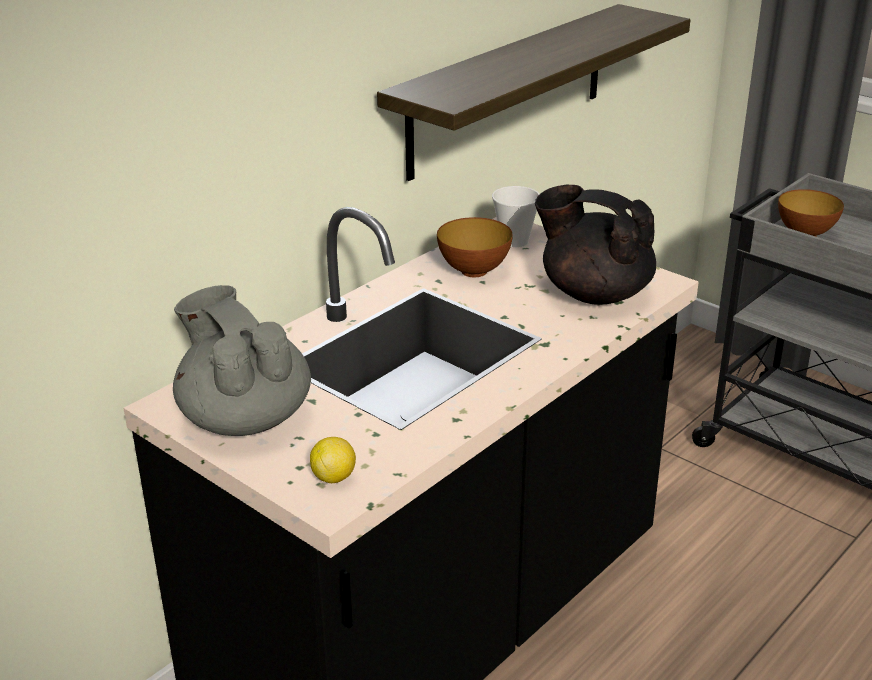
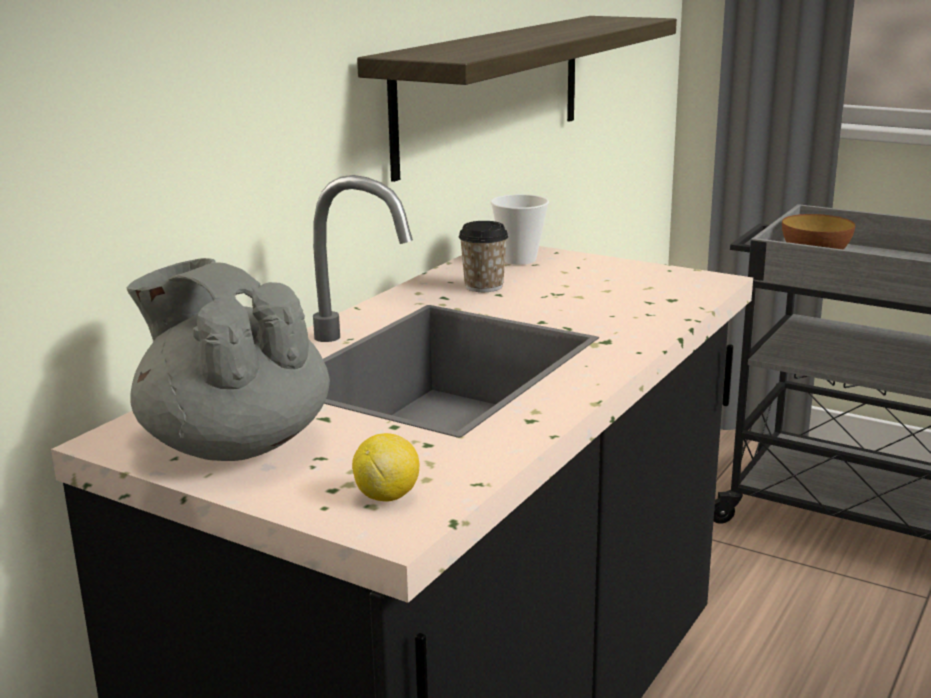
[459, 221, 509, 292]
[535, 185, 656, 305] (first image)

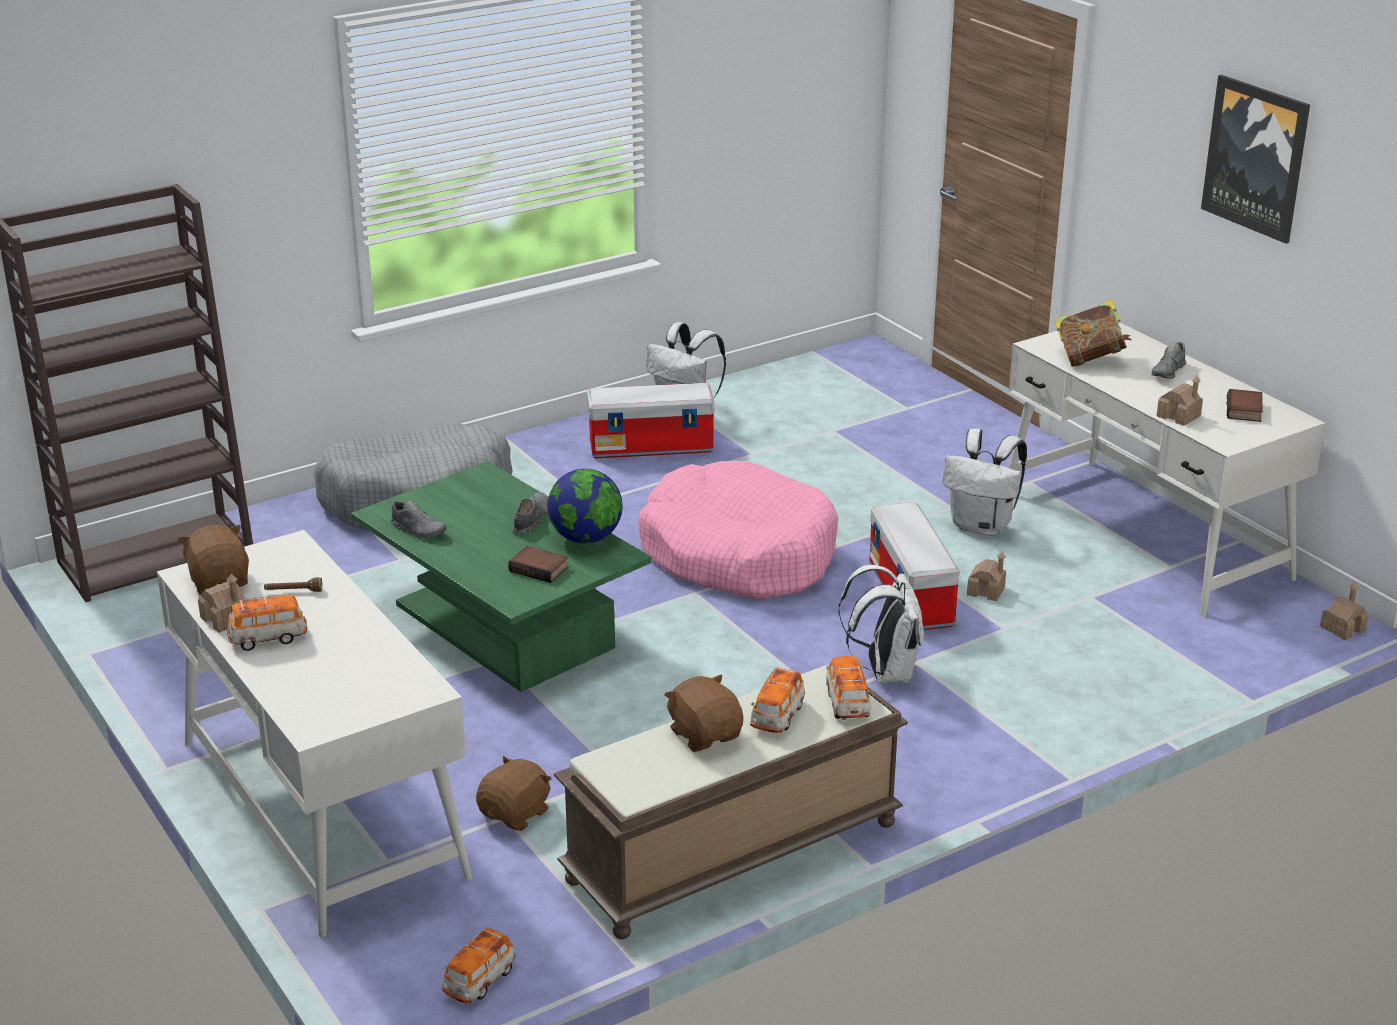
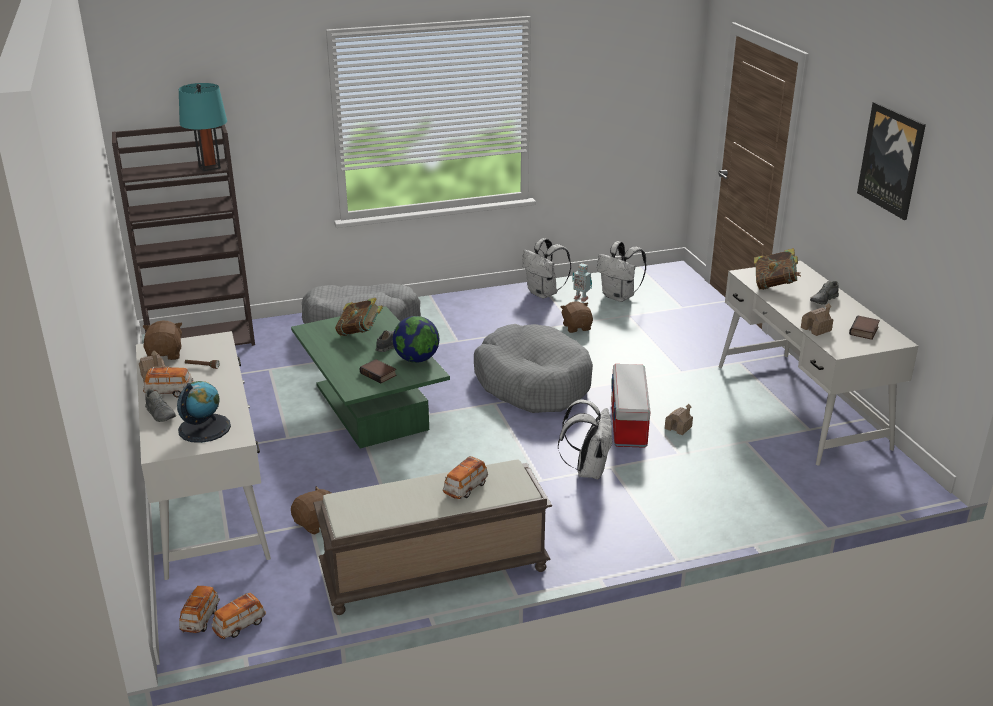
[145, 389, 176, 422]
[177, 381, 231, 443]
[179, 83, 227, 171]
[179, 586, 220, 633]
[335, 298, 383, 336]
[474, 324, 593, 413]
[561, 301, 593, 333]
[572, 263, 592, 302]
[597, 241, 646, 302]
[587, 383, 714, 458] (first image)
[1320, 583, 1369, 640] (first image)

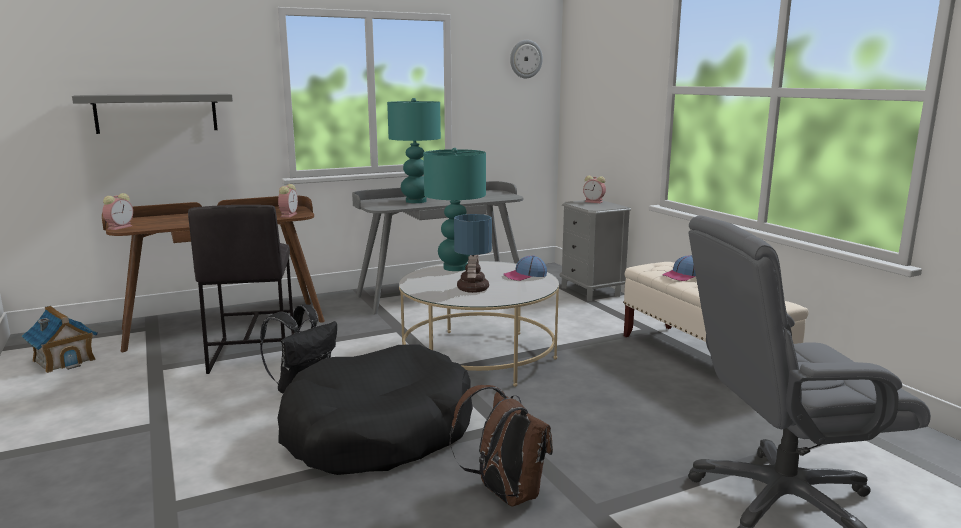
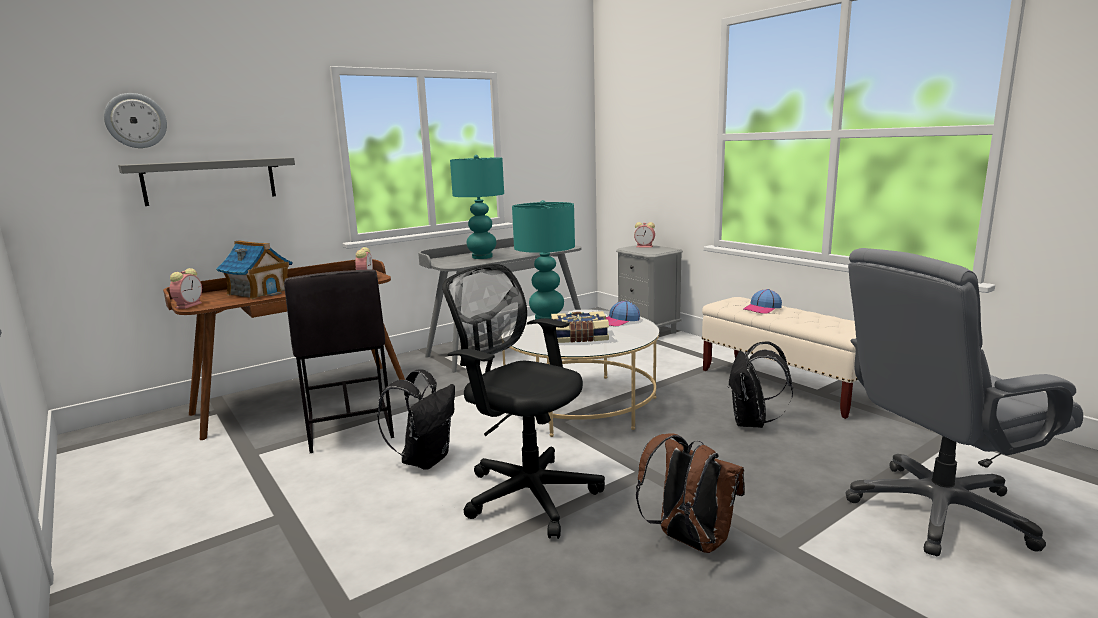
[104, 93, 167, 148]
[216, 240, 293, 299]
[442, 264, 605, 539]
[551, 311, 609, 343]
[728, 341, 793, 428]

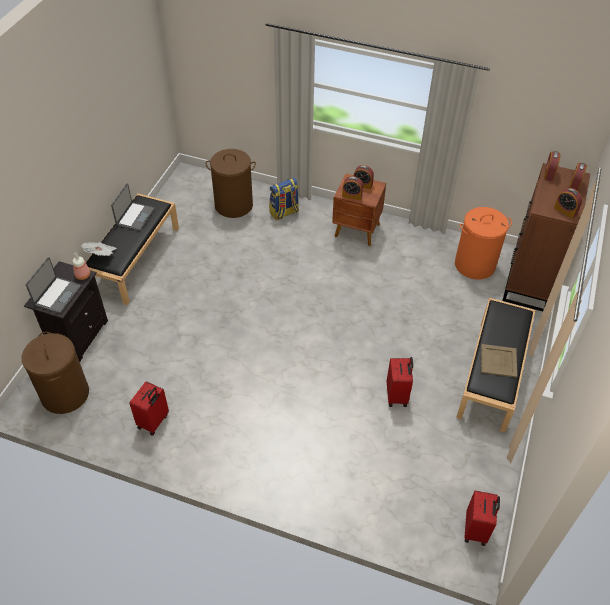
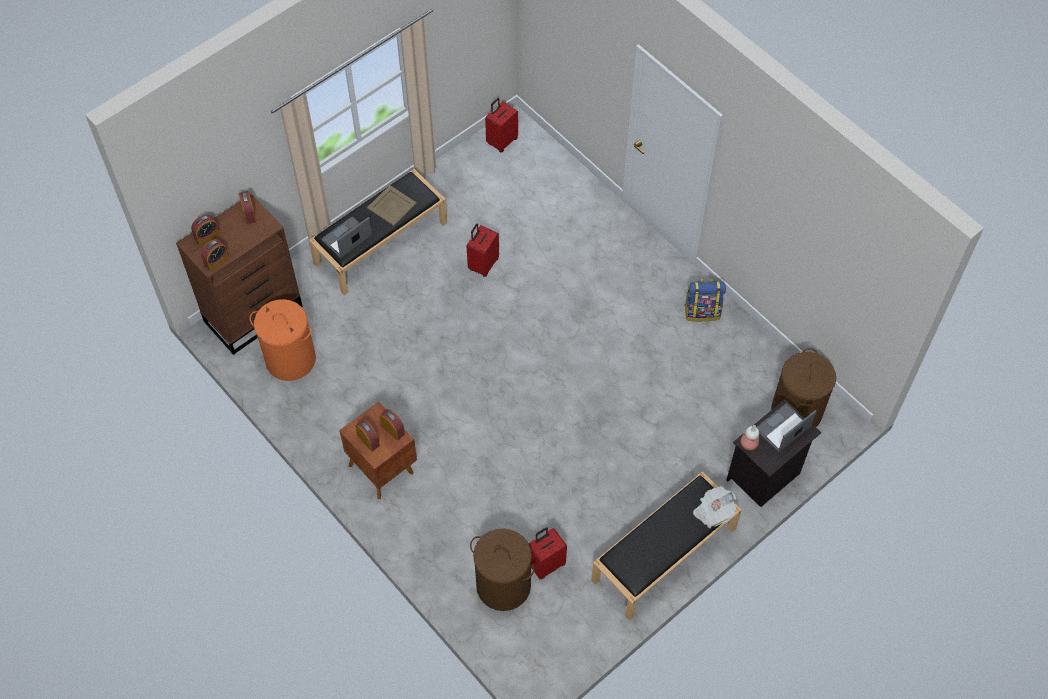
[322, 216, 372, 258]
[529, 527, 567, 579]
[685, 278, 726, 321]

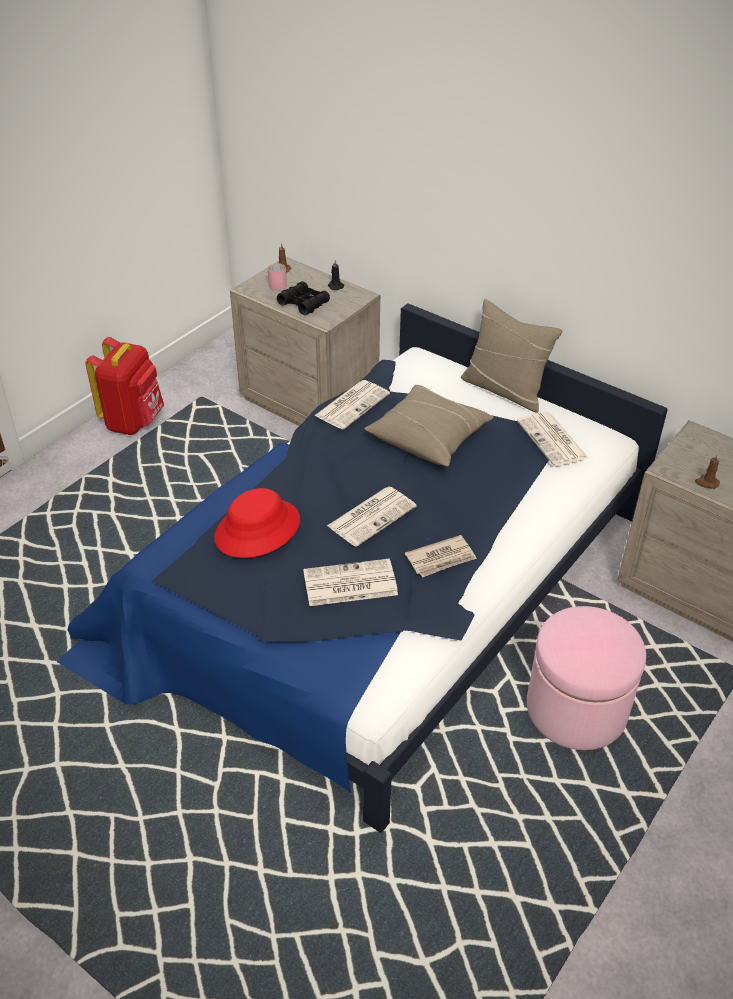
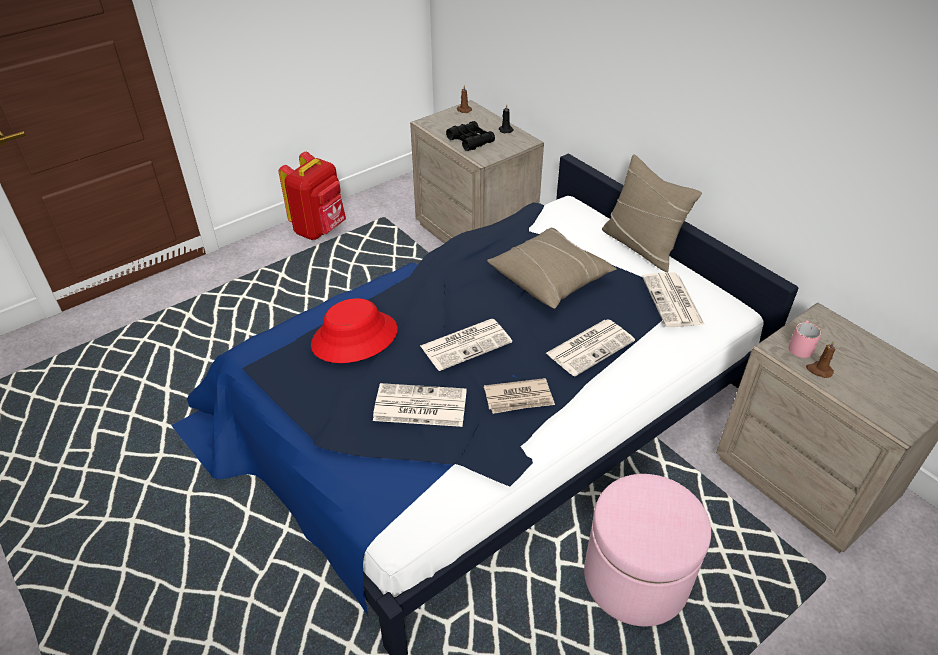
[546, 319, 635, 376]
[788, 320, 821, 358]

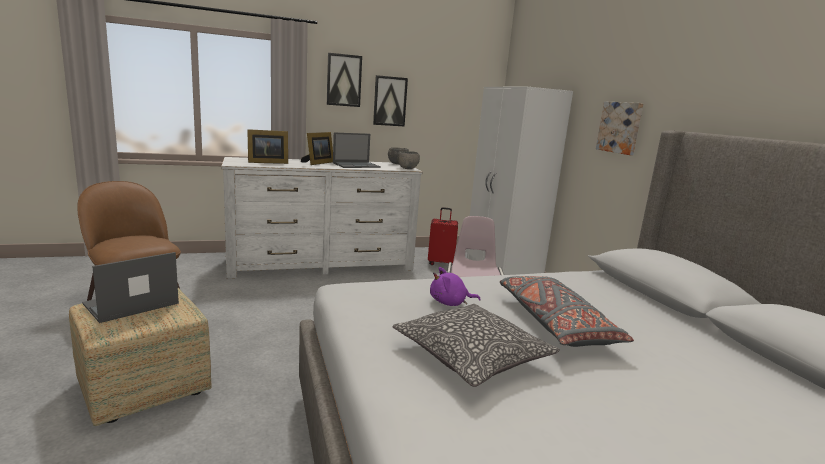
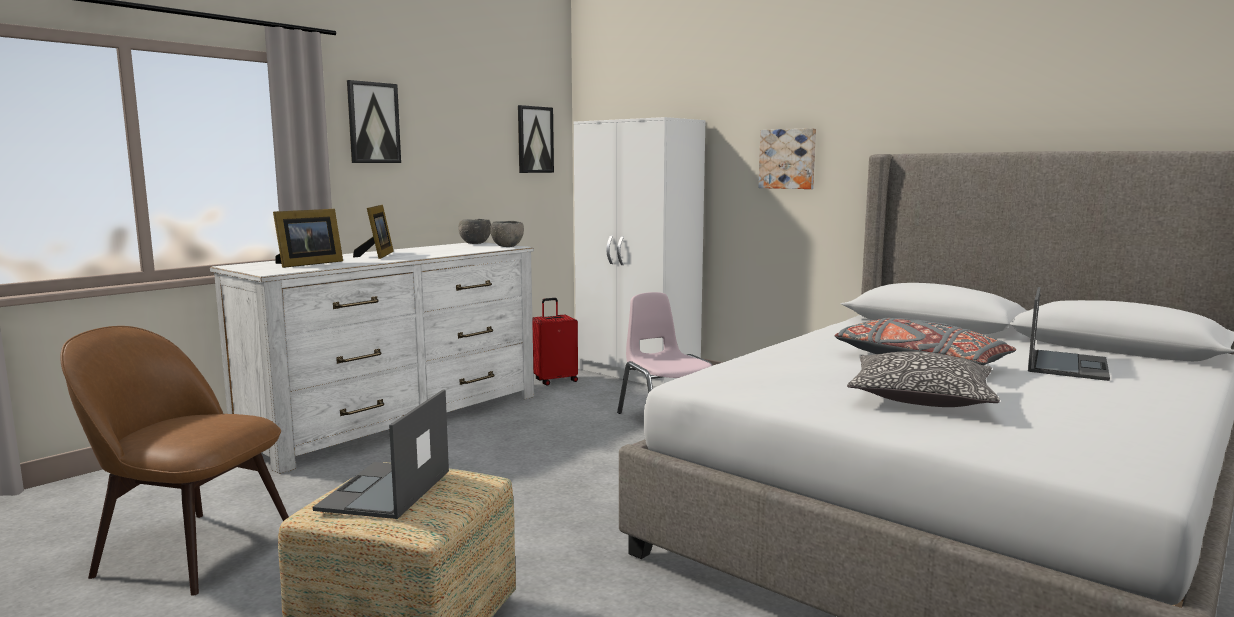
[518, 105, 554, 173]
[1028, 287, 1110, 381]
[430, 267, 481, 306] (first image)

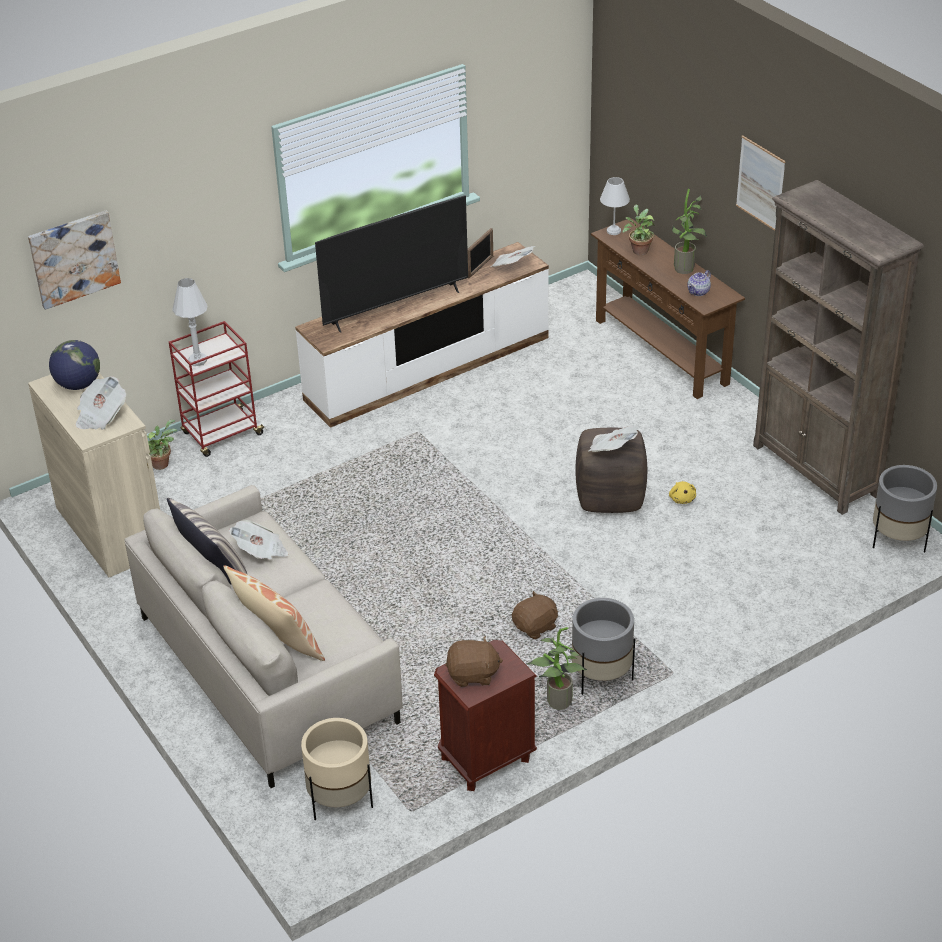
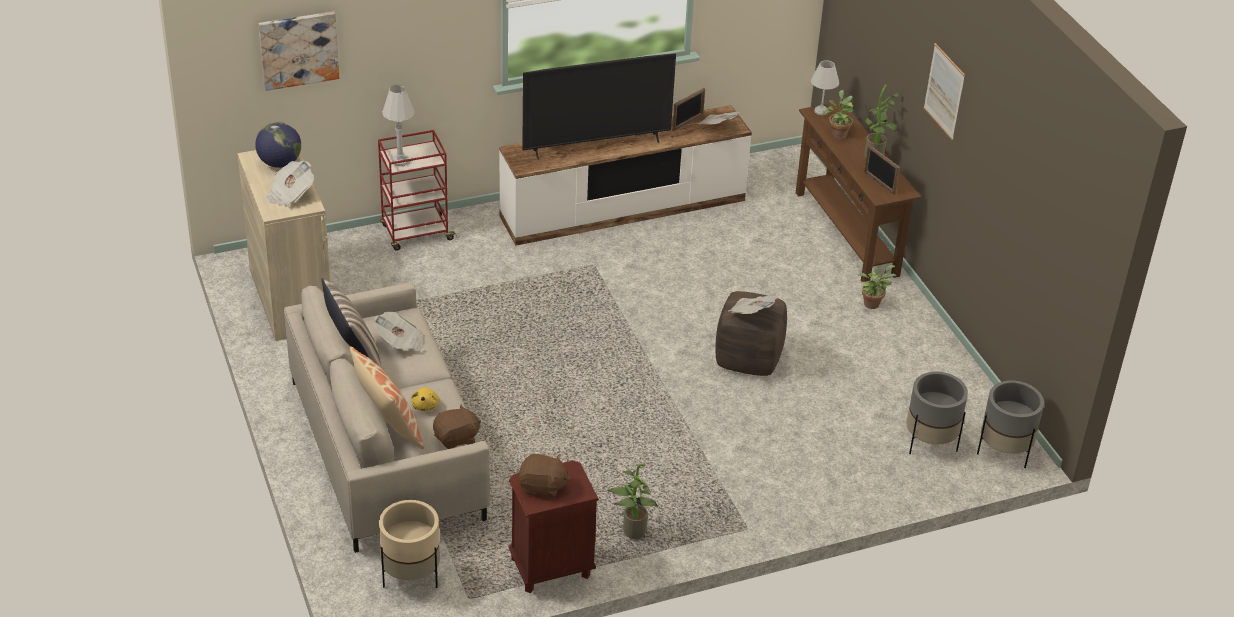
[411, 387, 440, 411]
[433, 404, 481, 449]
[858, 265, 896, 309]
[864, 144, 900, 195]
[907, 372, 968, 454]
[753, 180, 924, 515] (first image)

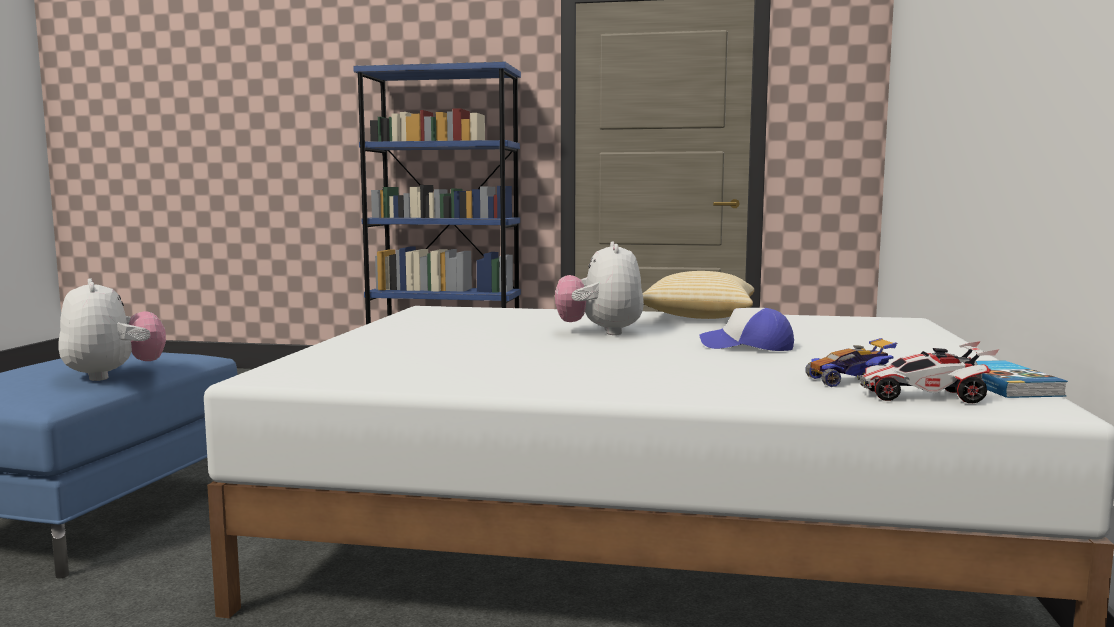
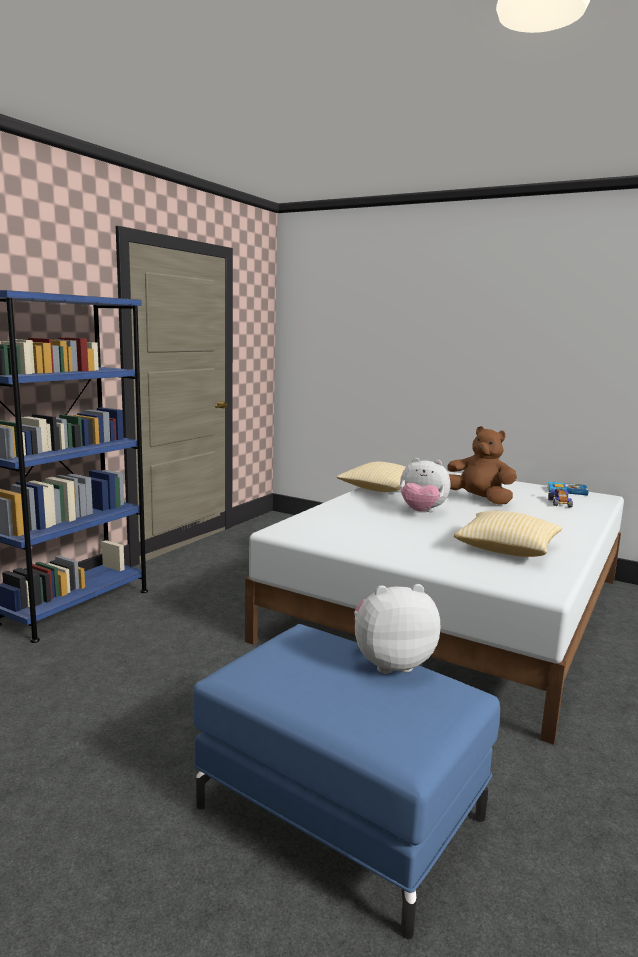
[447, 426, 517, 505]
[454, 511, 562, 557]
[857, 341, 999, 403] (first image)

